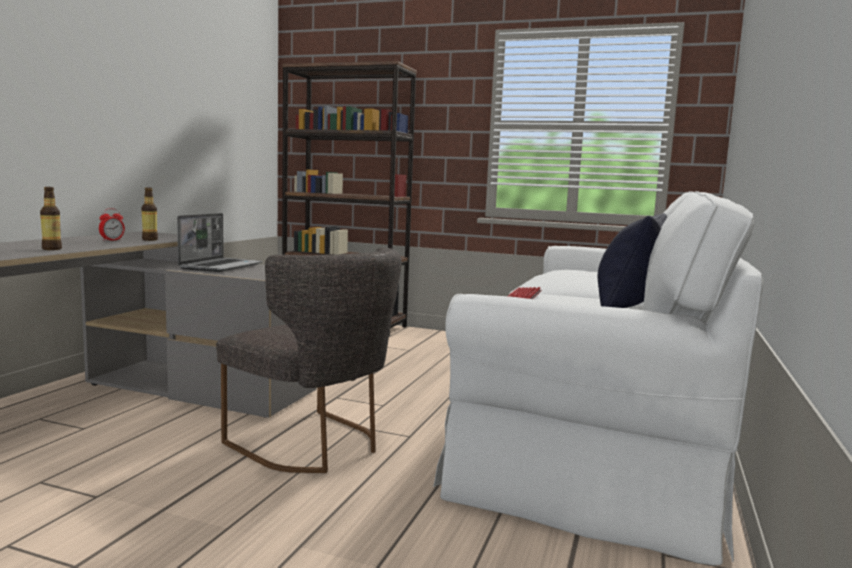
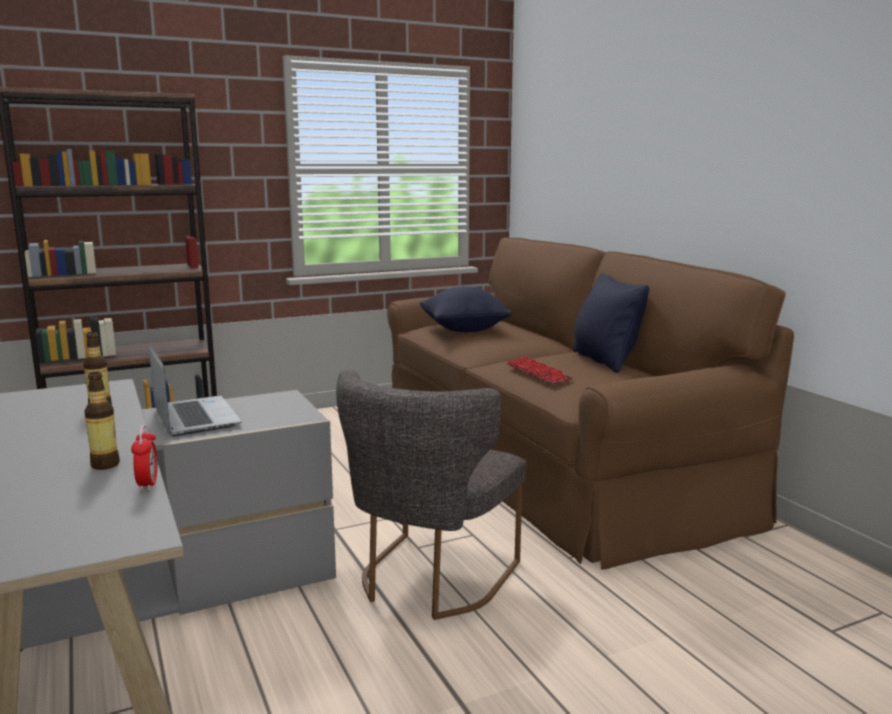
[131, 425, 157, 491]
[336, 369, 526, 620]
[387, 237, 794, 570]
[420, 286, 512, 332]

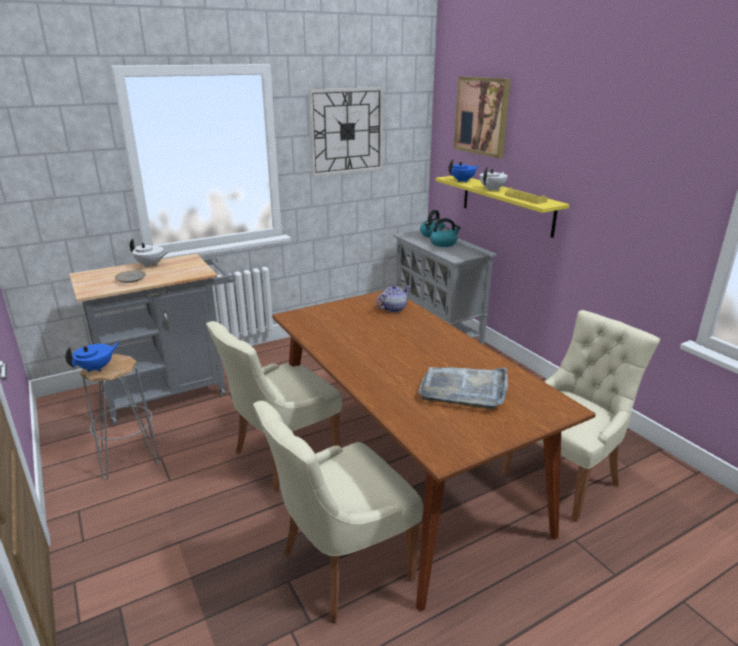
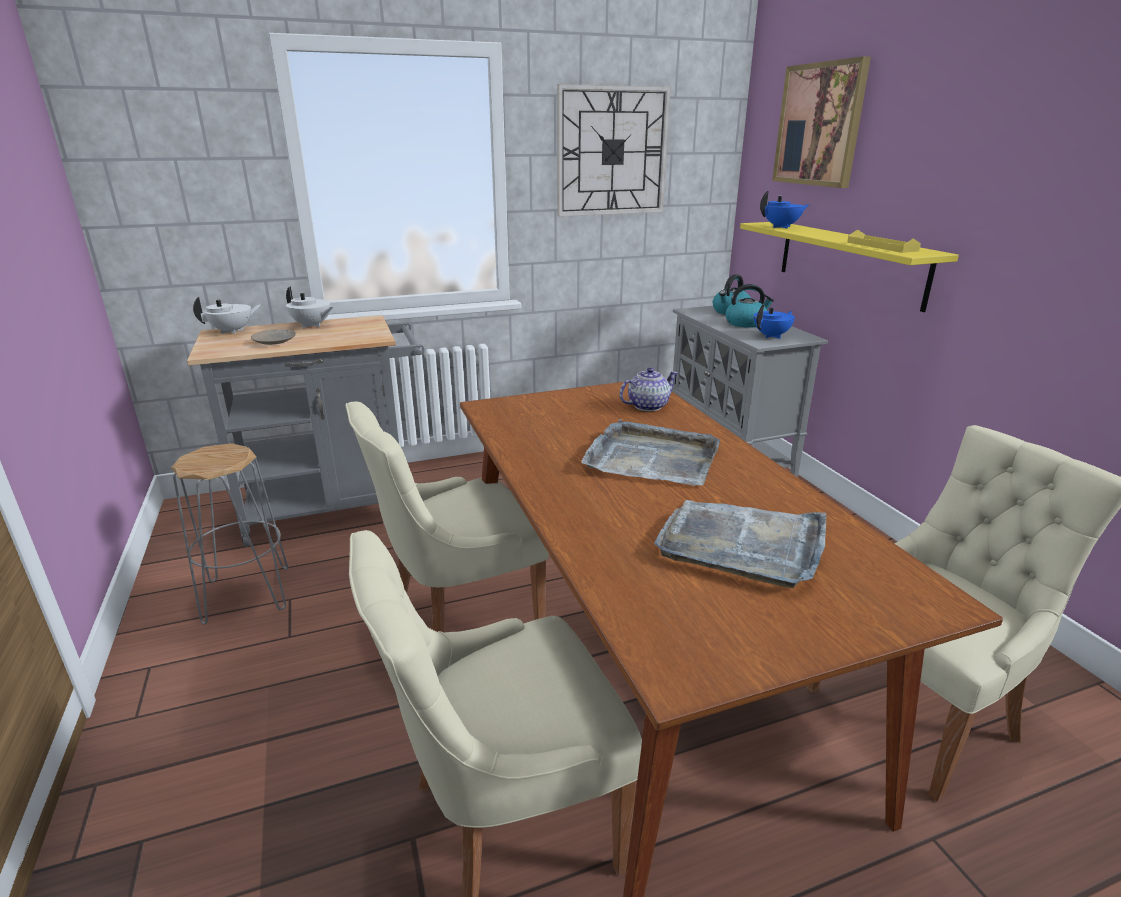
[193, 297, 262, 334]
[581, 419, 720, 486]
[754, 305, 795, 339]

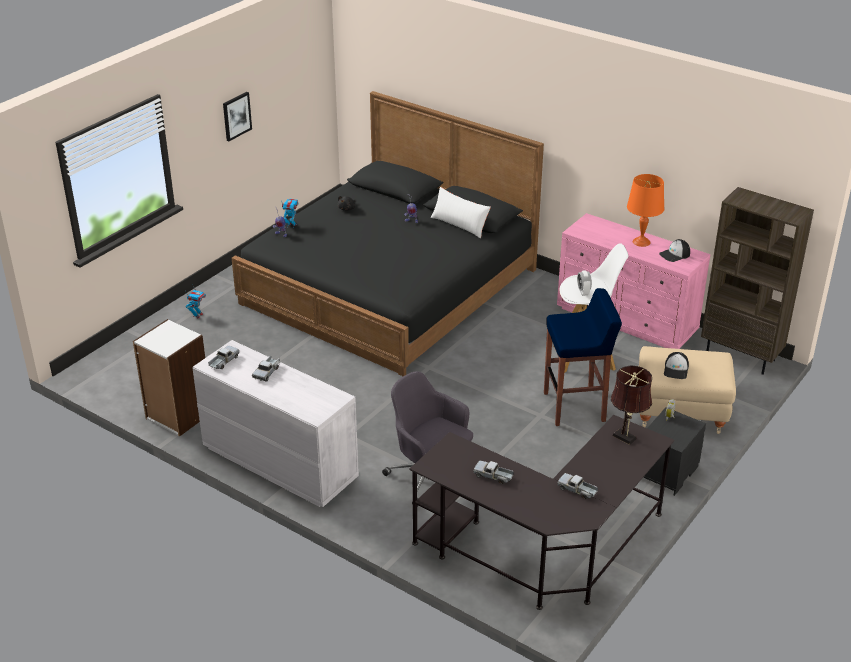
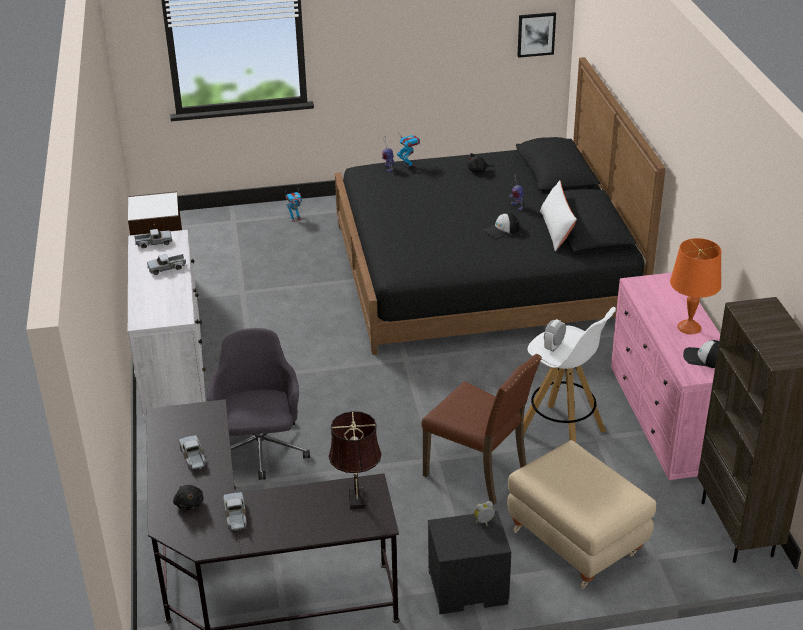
[173, 485, 203, 511]
[421, 354, 542, 505]
[485, 212, 519, 238]
[517, 12, 556, 58]

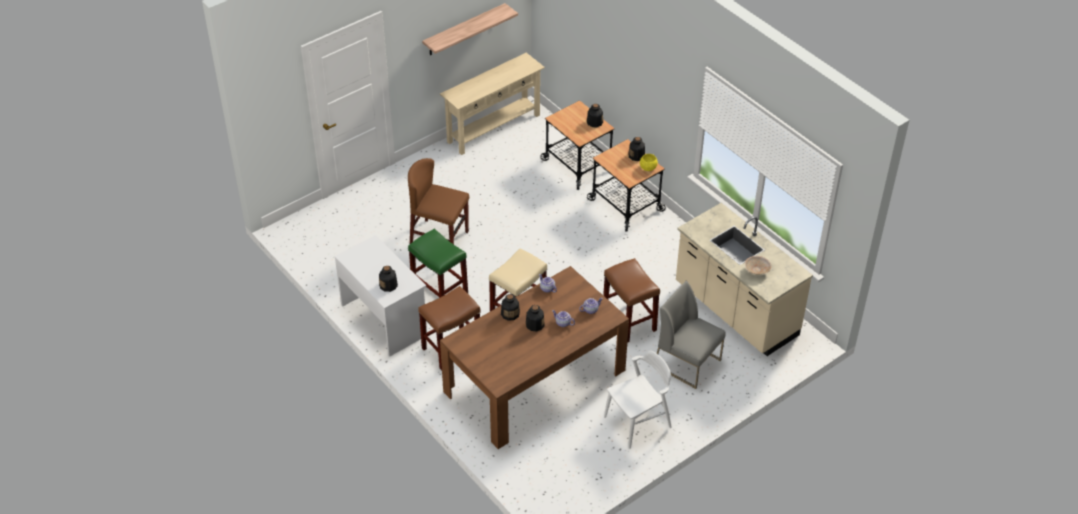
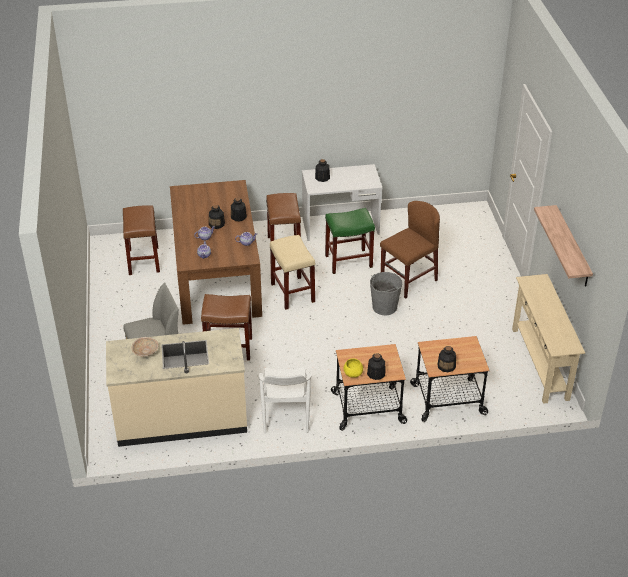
[123, 205, 160, 275]
[259, 367, 311, 434]
[370, 272, 402, 315]

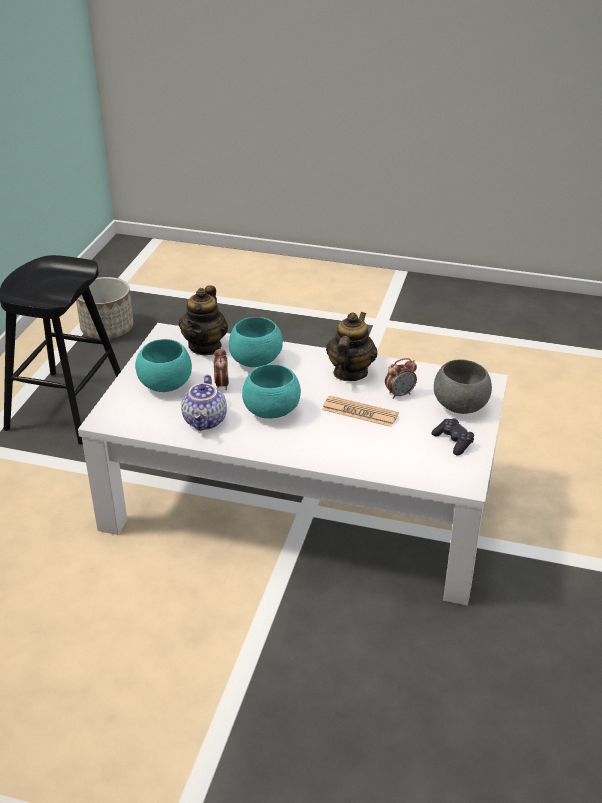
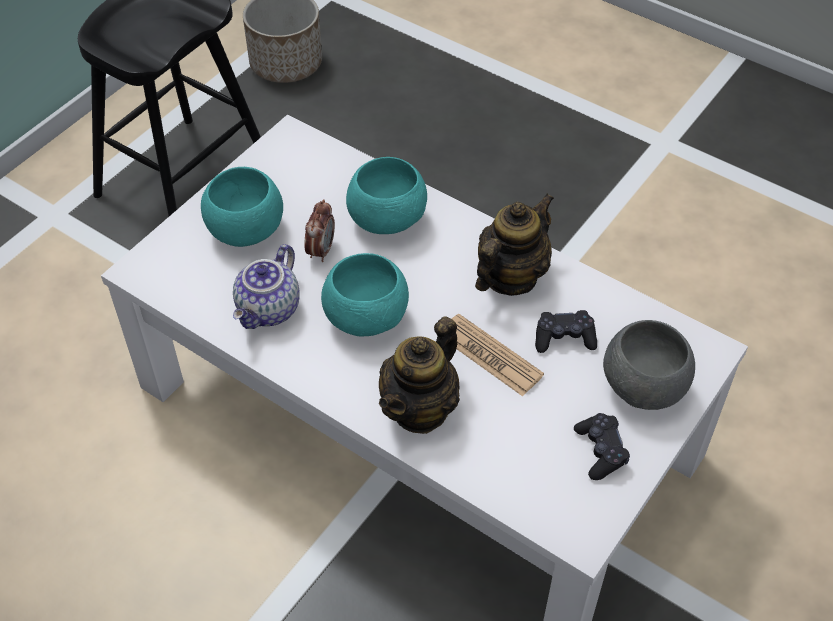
[379, 316, 460, 434]
[535, 310, 597, 353]

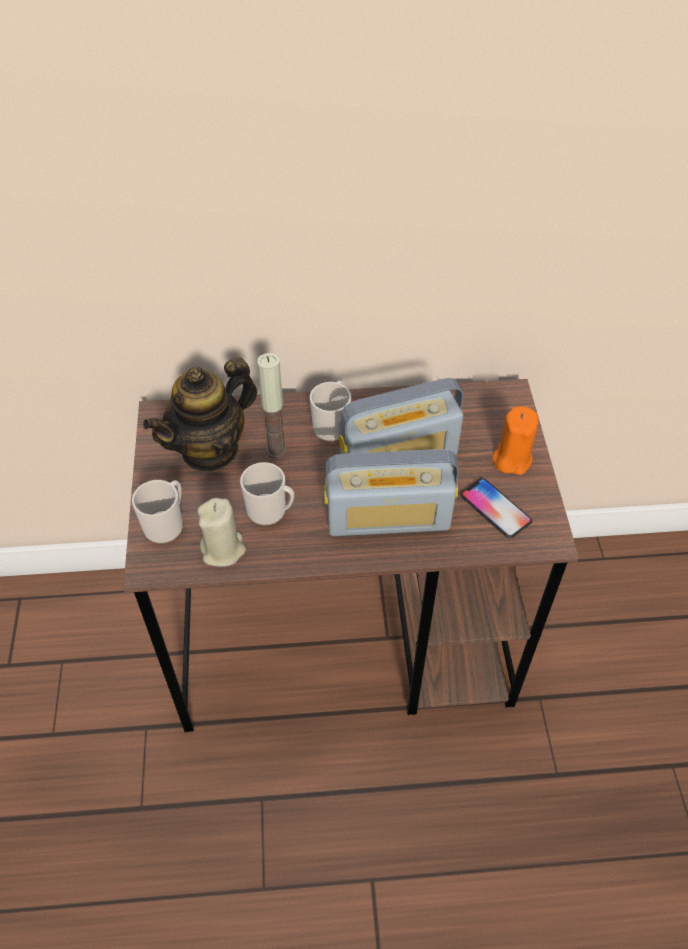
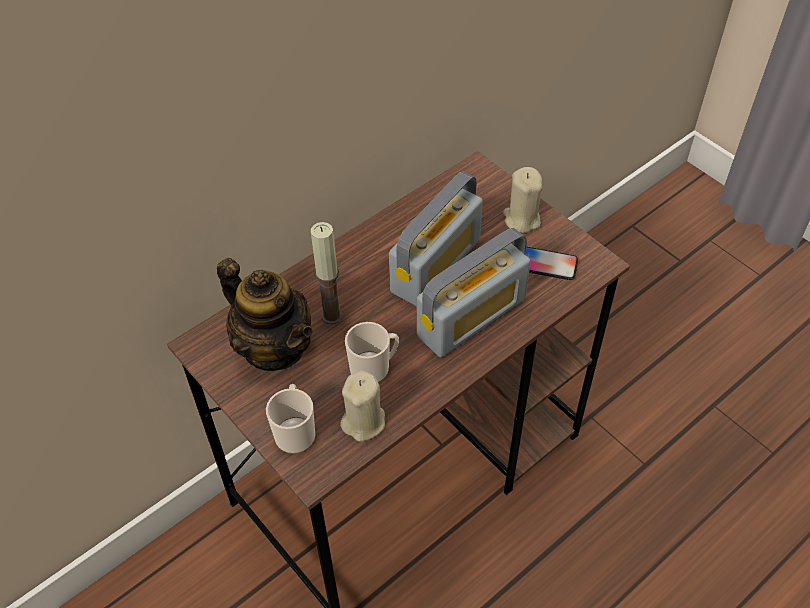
[217, 258, 313, 371]
[503, 167, 542, 233]
[310, 381, 351, 442] (first image)

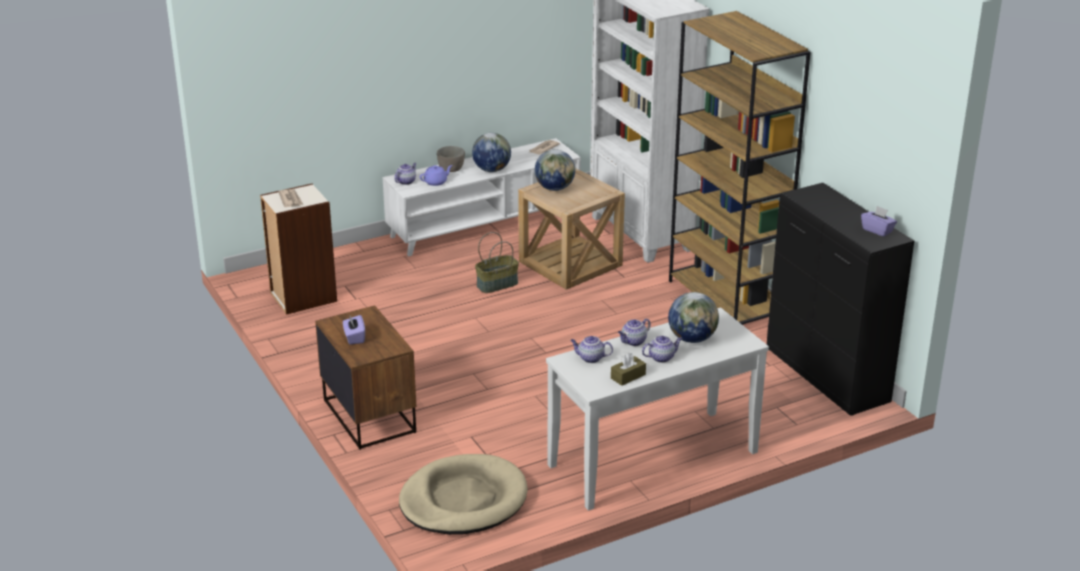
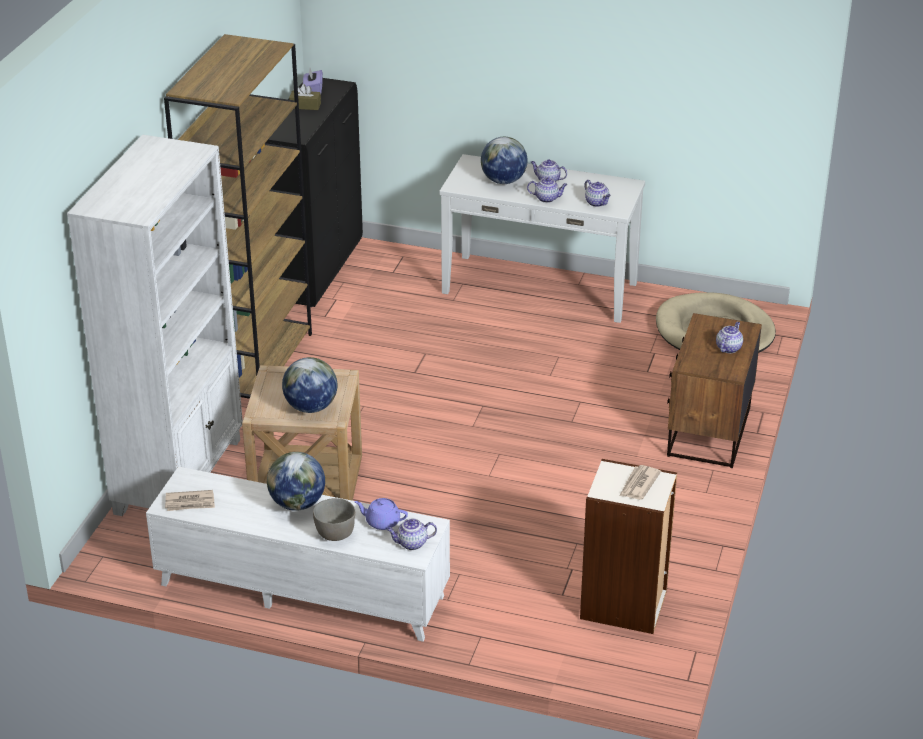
[289, 84, 321, 110]
[716, 322, 743, 353]
[475, 232, 519, 293] (first image)

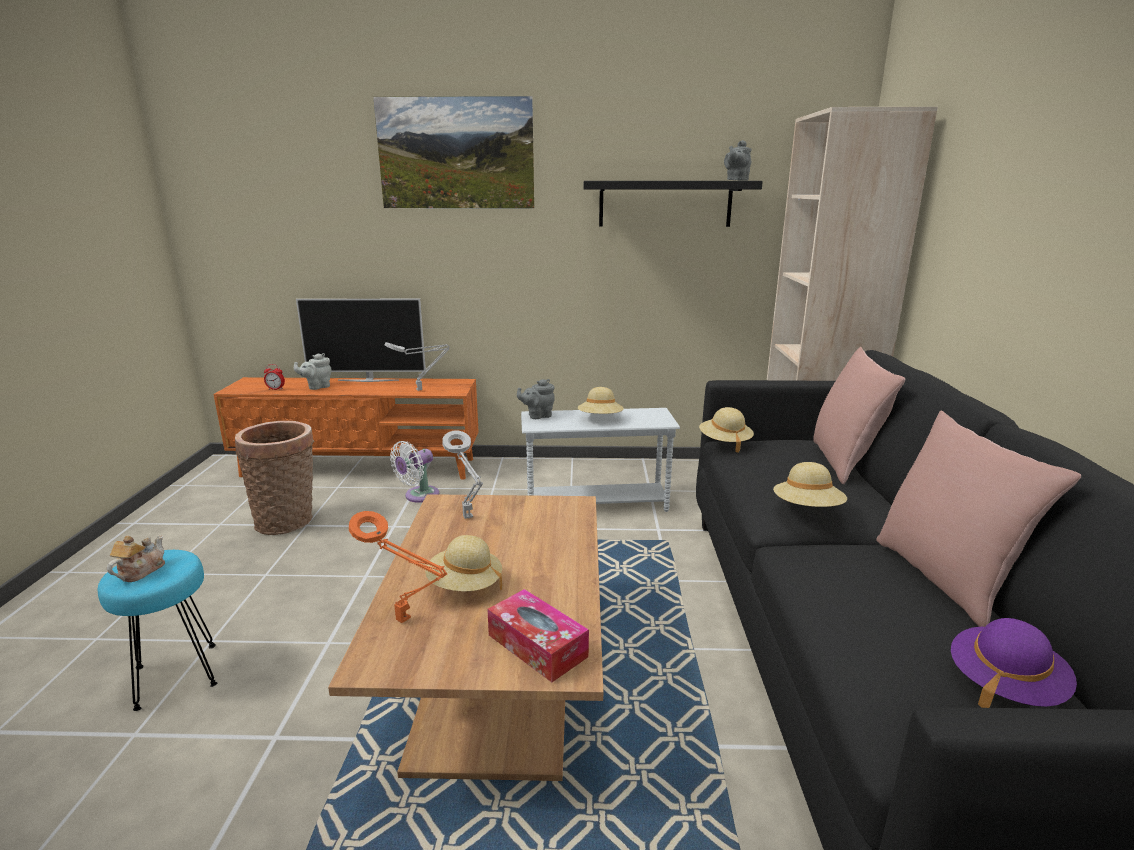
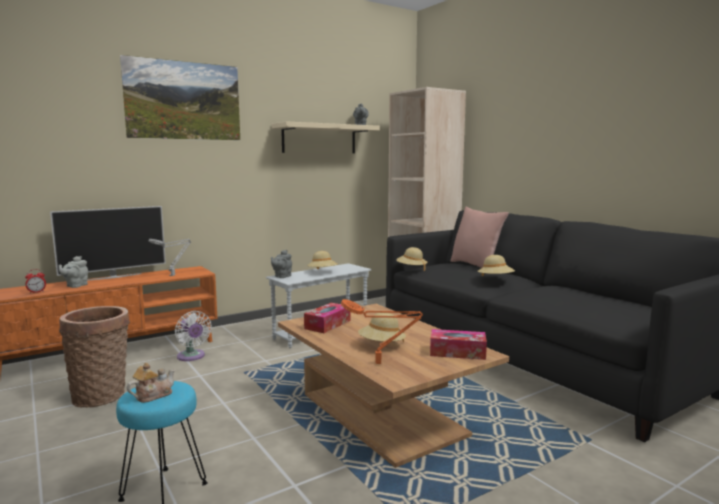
[127, 363, 176, 403]
[175, 311, 212, 361]
[272, 121, 380, 153]
[304, 303, 351, 333]
[876, 411, 1081, 627] (first image)
[951, 618, 1077, 708] (first image)

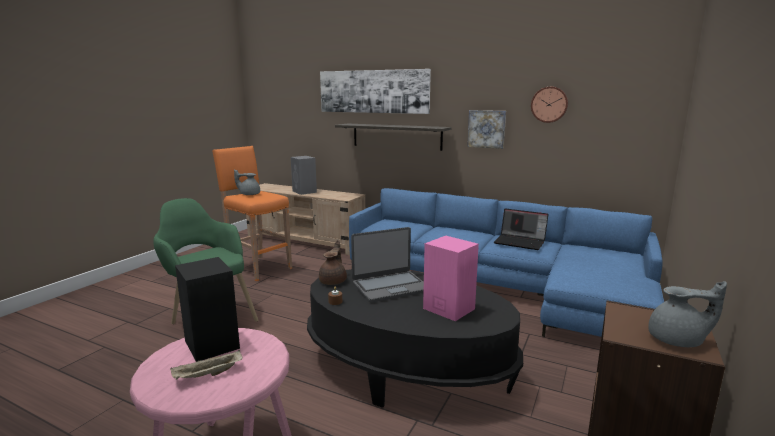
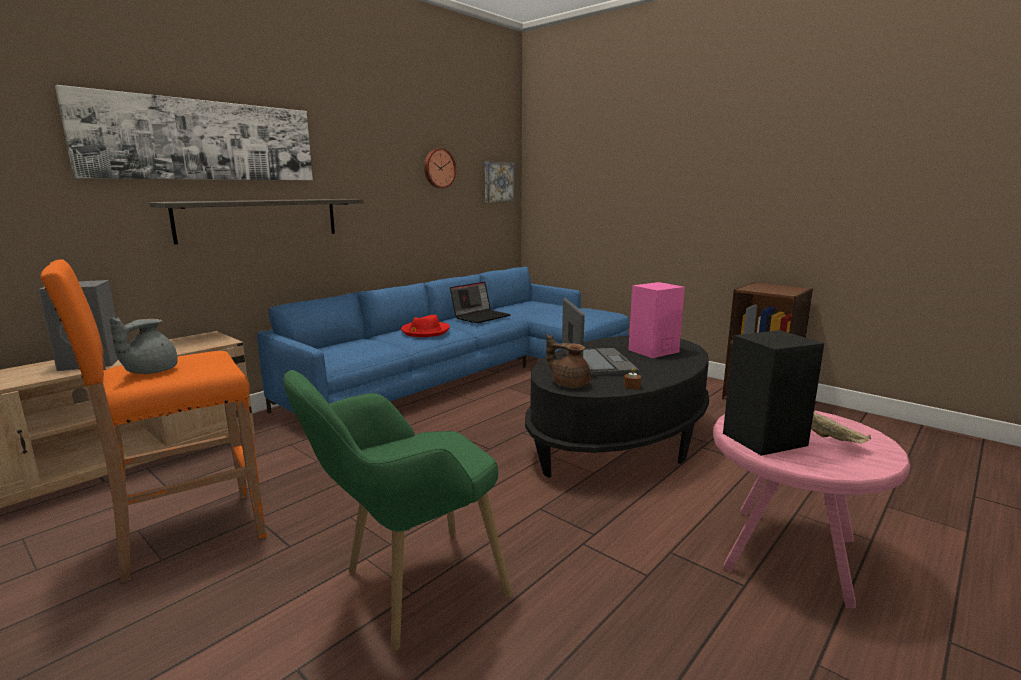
[401, 315, 450, 337]
[485, 162, 514, 203]
[648, 281, 727, 347] (first image)

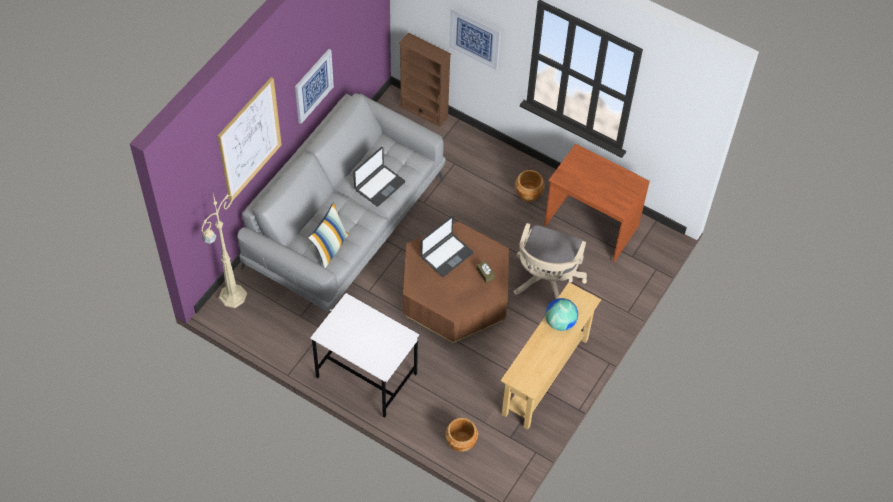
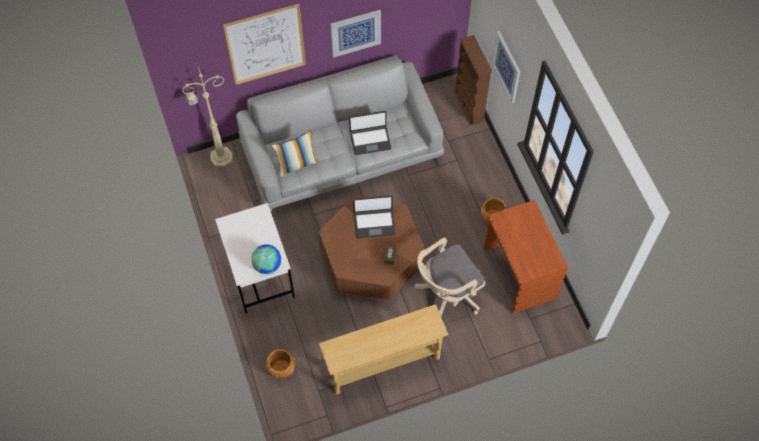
[251, 244, 281, 274]

